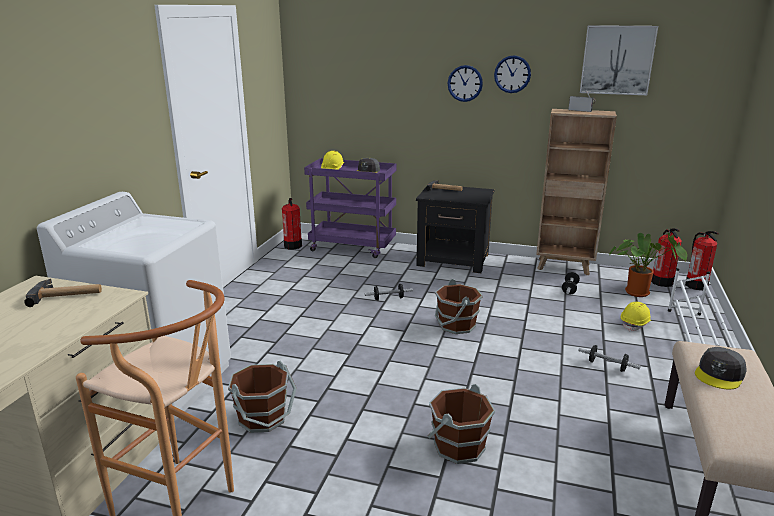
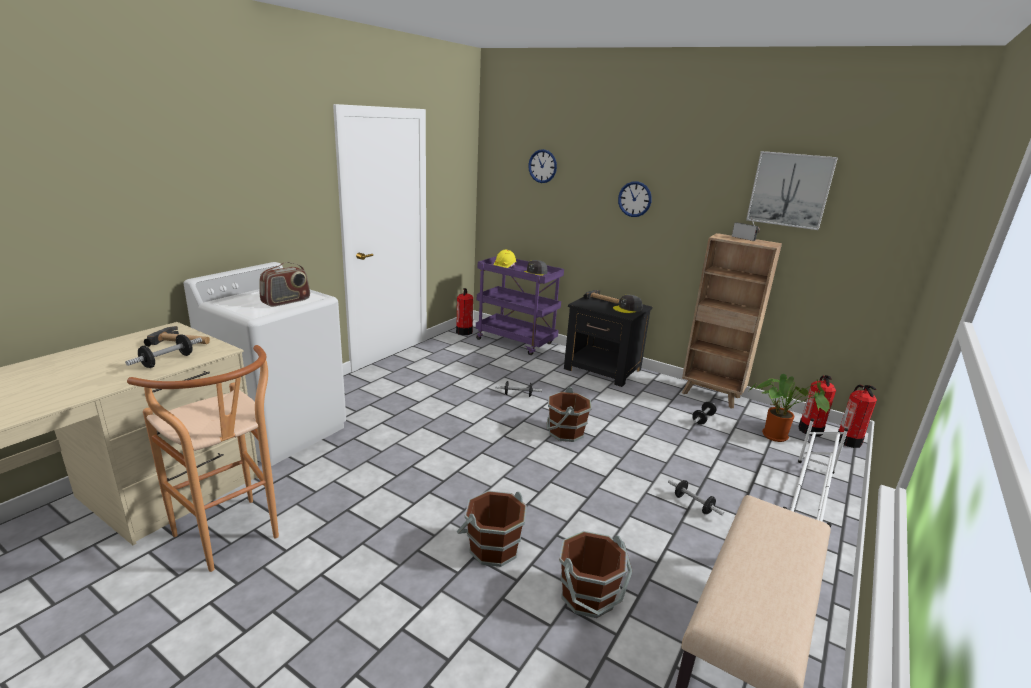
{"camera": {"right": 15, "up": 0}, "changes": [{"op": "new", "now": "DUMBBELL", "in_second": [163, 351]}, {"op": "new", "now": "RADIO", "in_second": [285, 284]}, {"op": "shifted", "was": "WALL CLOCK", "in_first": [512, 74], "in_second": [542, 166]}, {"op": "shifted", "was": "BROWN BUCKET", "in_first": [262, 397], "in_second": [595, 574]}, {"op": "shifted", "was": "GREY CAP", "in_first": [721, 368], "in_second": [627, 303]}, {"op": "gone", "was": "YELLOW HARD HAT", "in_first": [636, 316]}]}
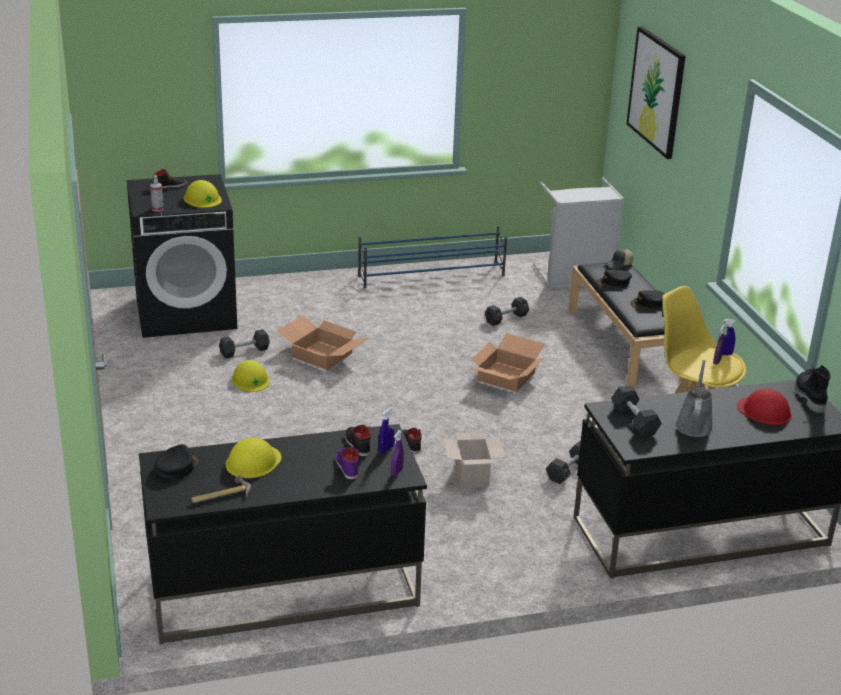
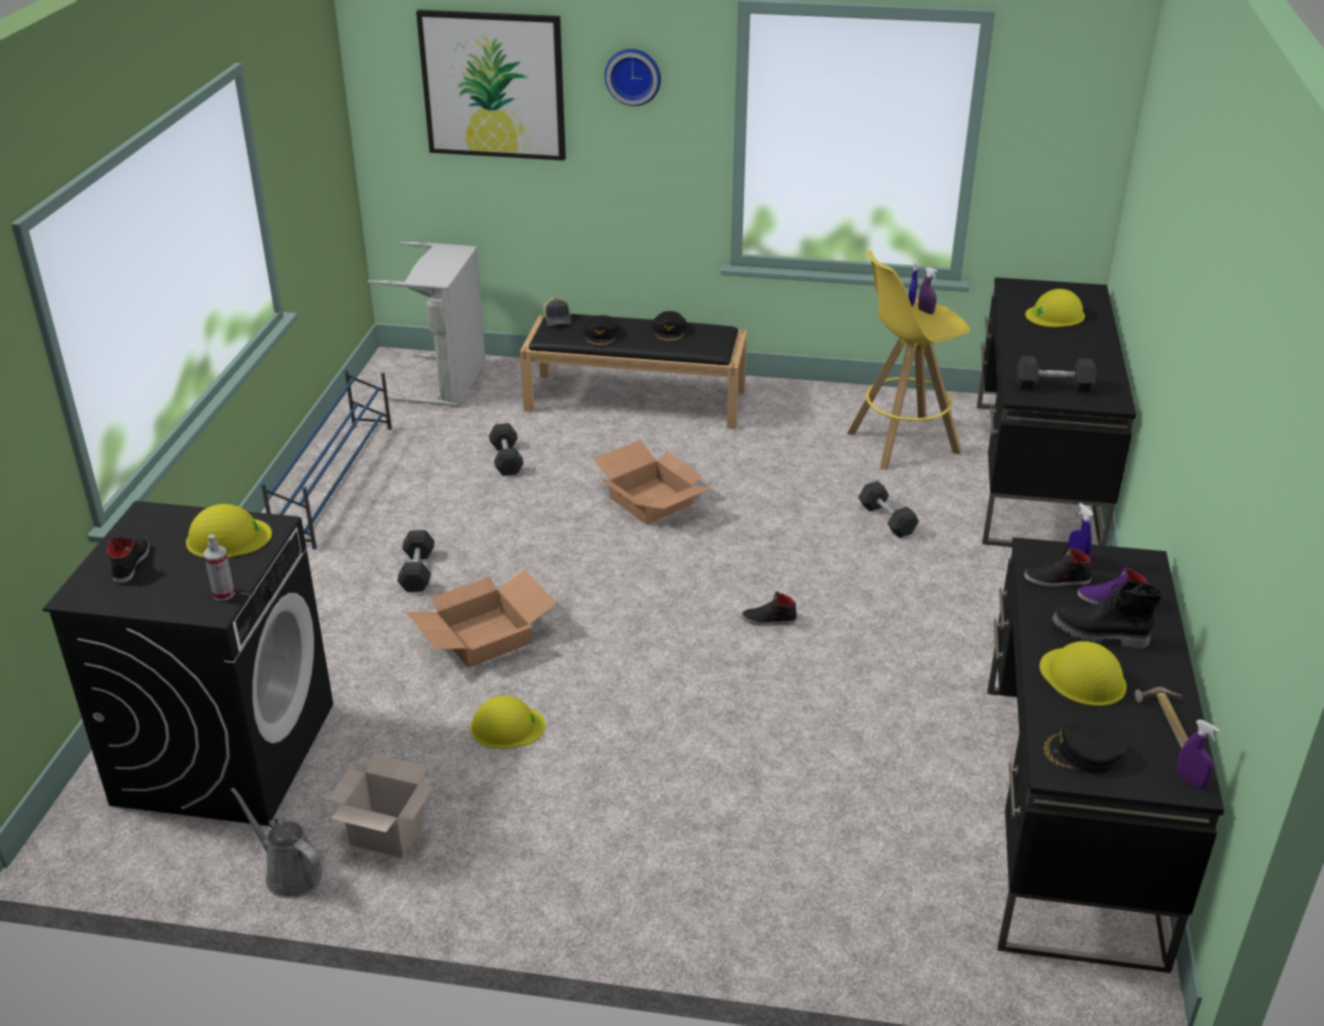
{"camera": {"right": -65, "up": 5}, "changes": [{"op": "shifted", "was": "GREY WATERING CAN", "in_first": [694, 398], "in_second": [276, 842]}, {"op": "shifted", "was": "CARDBOARD BOX", "in_first": [474, 460], "in_second": [380, 806]}, {"op": "shifted", "was": "BLACK DUMBBELL", "in_first": [244, 343], "in_second": [416, 561]}, {"op": "new", "now": "WALL CLOCK", "in_second": [633, 77]}, {"op": "repainted", "was": "RED HARD HAT", "now": "YELLOW HARD HAT", "in_first": [764, 407], "in_second": [1055, 308]}, {"op": "rotated", "was": "BLACK CAP", "in_first": [176, 461], "in_second": [1084, 747], "clockwise": -45}, {"op": "shifted", "was": "BLACK BOOT", "in_first": [813, 389], "in_second": [1107, 615]}, {"op": "shifted", "was": "PURPLE SPRAY BOTTLE", "in_first": [397, 453], "in_second": [1198, 754]}]}
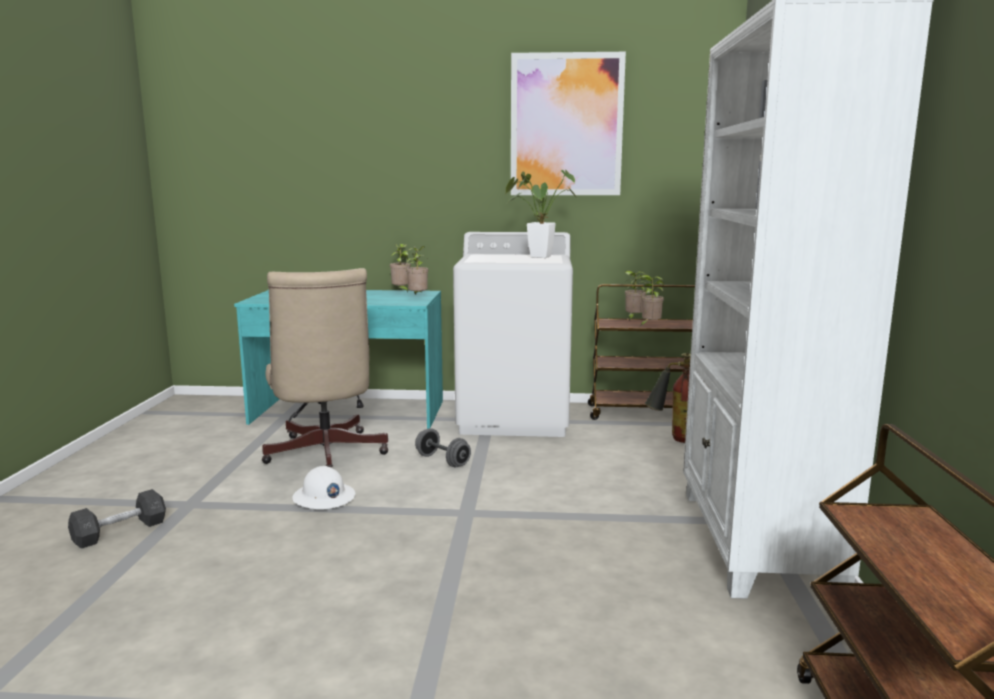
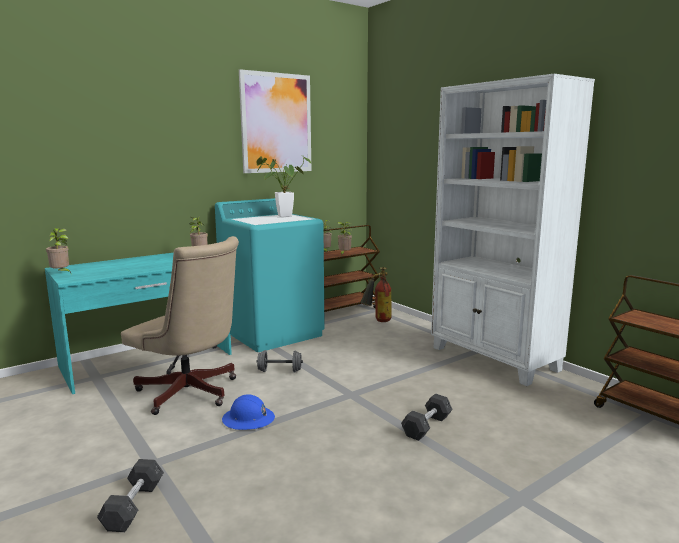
{"camera": {"right": -40, "up": 0}, "changes": [{"op": "shifted", "was": "POTTED PLANT", "in_first": [400, 268], "in_second": [58, 250]}, {"op": "repainted", "was": "WHITE WASHING MACHINE", "now": "TURQUOISE WASHING MACHINE", "in_first": [513, 334], "in_second": [270, 275]}, {"op": "repainted", "was": "WHITE HARD HAT", "now": "BLUE HARD HAT", "in_first": [323, 487], "in_second": [248, 412]}, {"op": "new", "now": "GREY DUMBBELL", "in_second": [427, 417]}]}
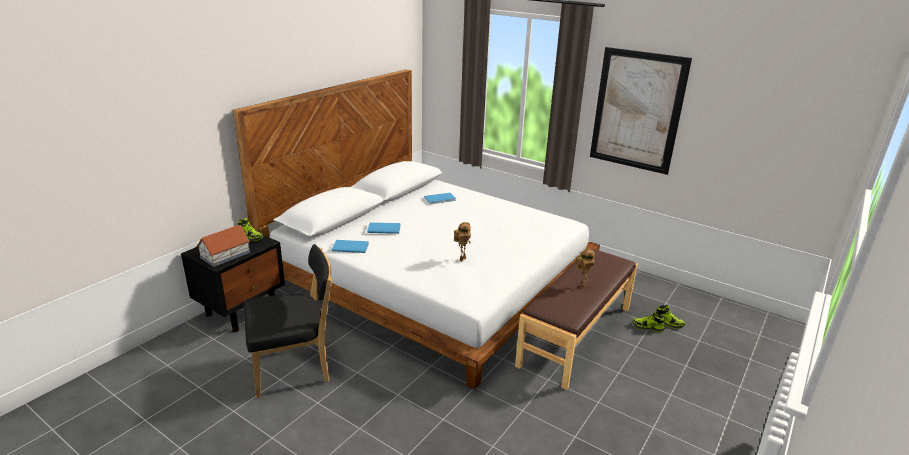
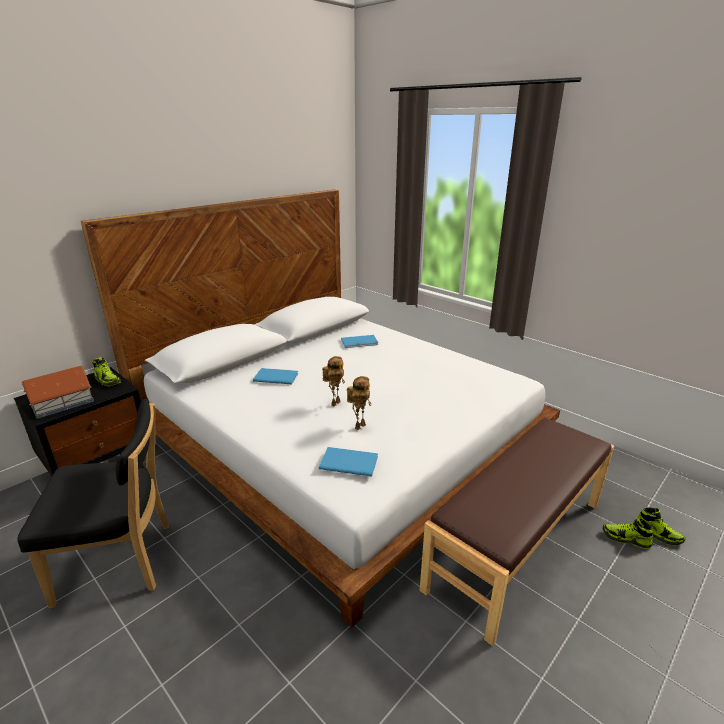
{"camera": {"right": 10, "up": 0}, "changes": [{"op": "shifted", "was": "BLUE BOOK", "in_first": [350, 246], "in_second": [348, 462]}, {"op": "shifted", "was": "TOY ROBOT", "in_first": [585, 269], "in_second": [333, 381]}, {"op": "gone", "was": "PICTURE", "in_first": [641, 111]}]}
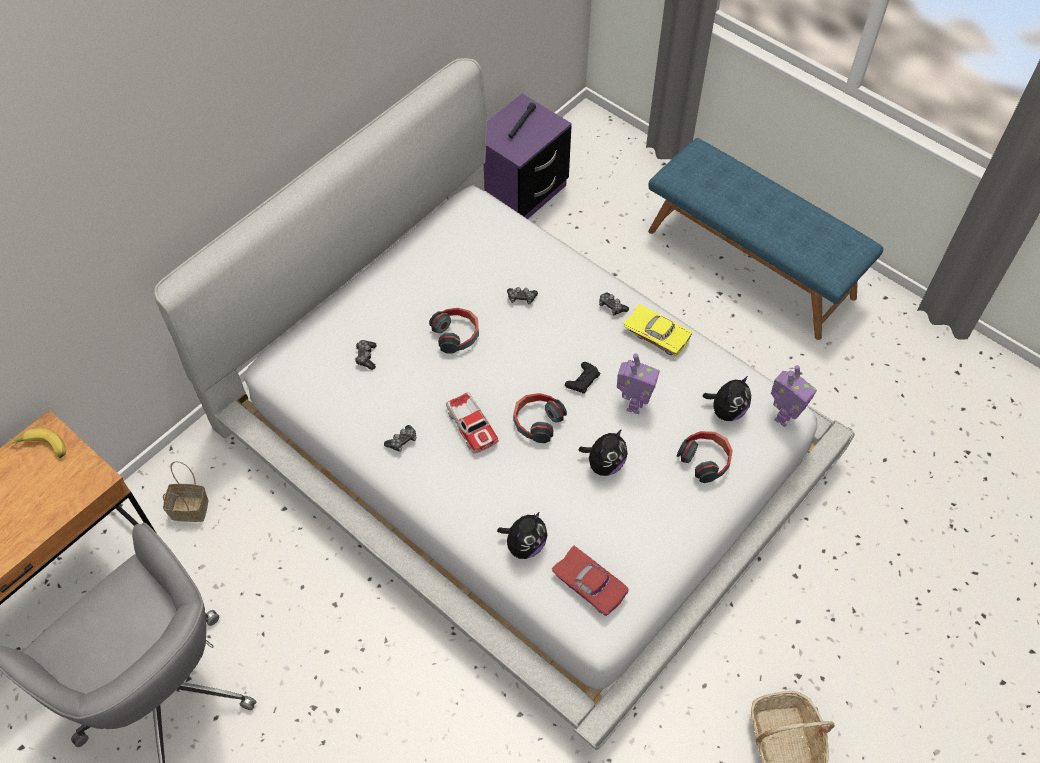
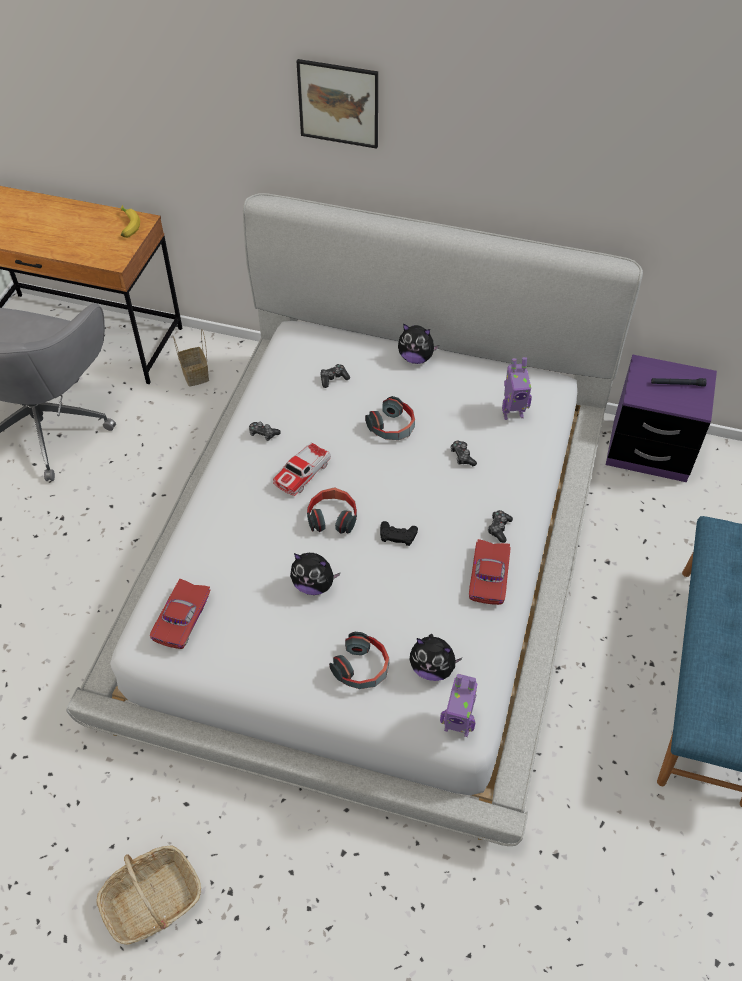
{"camera": {"right": 65, "up": -5}, "changes": [{"op": "new", "now": "PICTURE", "in_second": [337, 104]}, {"op": "shifted", "was": "PLUSH TOY", "in_first": [522, 535], "in_second": [418, 344]}, {"op": "repainted", "was": "YELLOW TOY CAR", "now": "RED TOY CAR", "in_first": [657, 330], "in_second": [490, 572]}, {"op": "shifted", "was": "TOY ROBOT", "in_first": [638, 383], "in_second": [517, 388]}]}
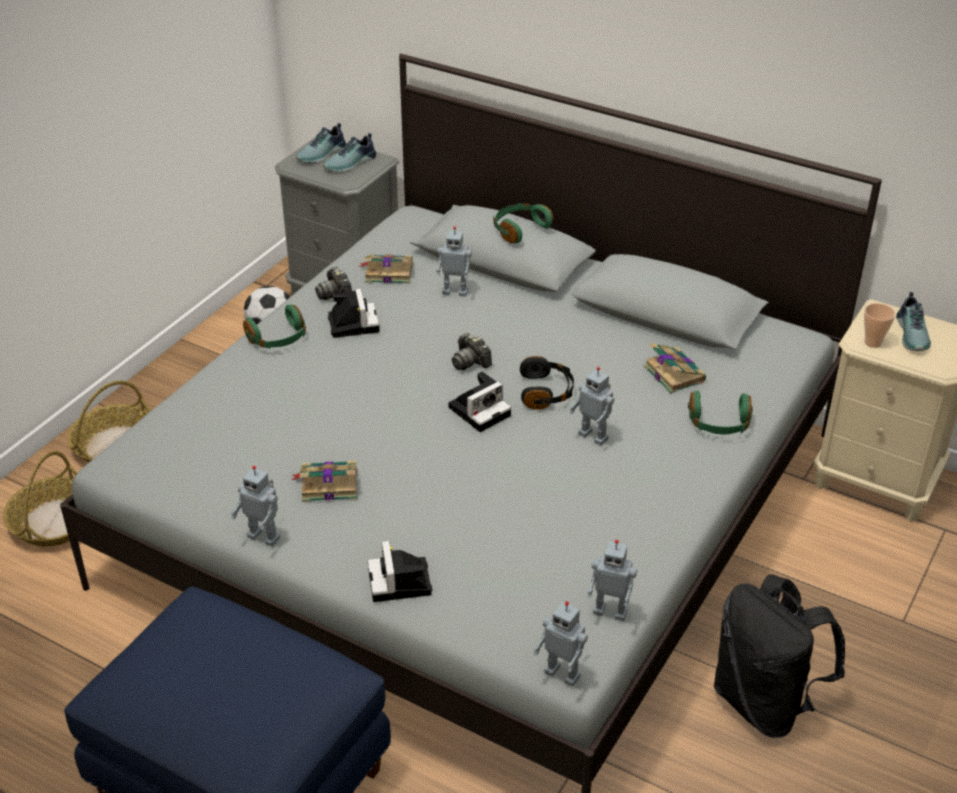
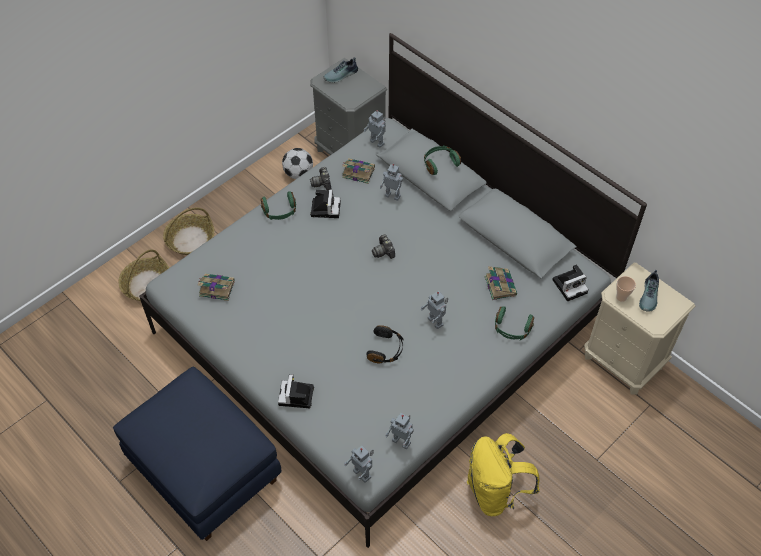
{"camera": {"right": 15, "up": 15}, "changes": [{"op": "shifted", "was": "BOOK", "in_first": [324, 481], "in_second": [216, 287]}, {"op": "shifted", "was": "TOY ROBOT", "in_first": [255, 506], "in_second": [375, 129]}, {"op": "shifted", "was": "BLACK HEADPHONES", "in_first": [547, 383], "in_second": [385, 344]}, {"op": "repainted", "was": "BLACK BACKPACK", "now": "YELLOW BACKPACK", "in_first": [779, 656], "in_second": [503, 474]}, {"op": "shifted", "was": "PHOTO CAMERA", "in_first": [479, 402], "in_second": [570, 282]}, {"op": "gone", "was": "SHOE", "in_first": [349, 152]}]}
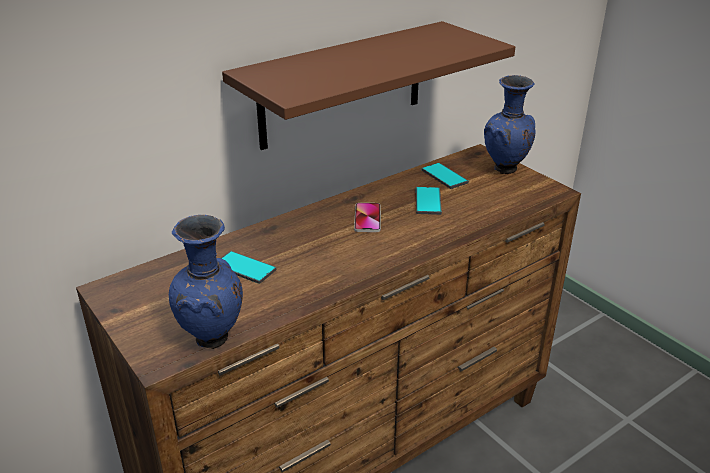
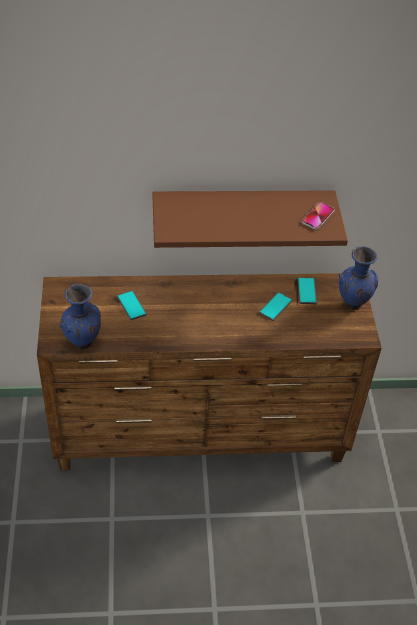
{"camera": {"right": 30, "up": 15}, "changes": [{"op": "shifted", "was": "PHONE", "in_first": [367, 217], "in_second": [318, 216]}]}
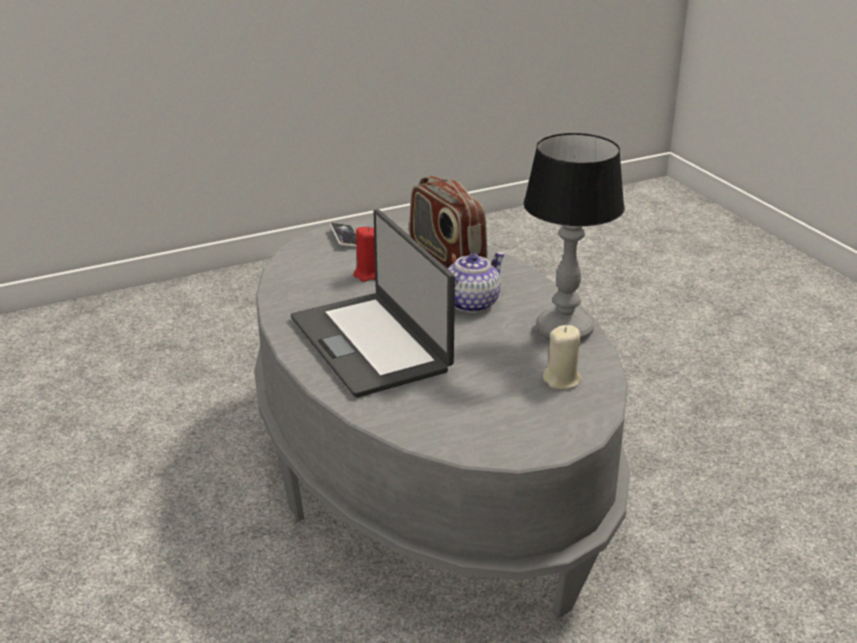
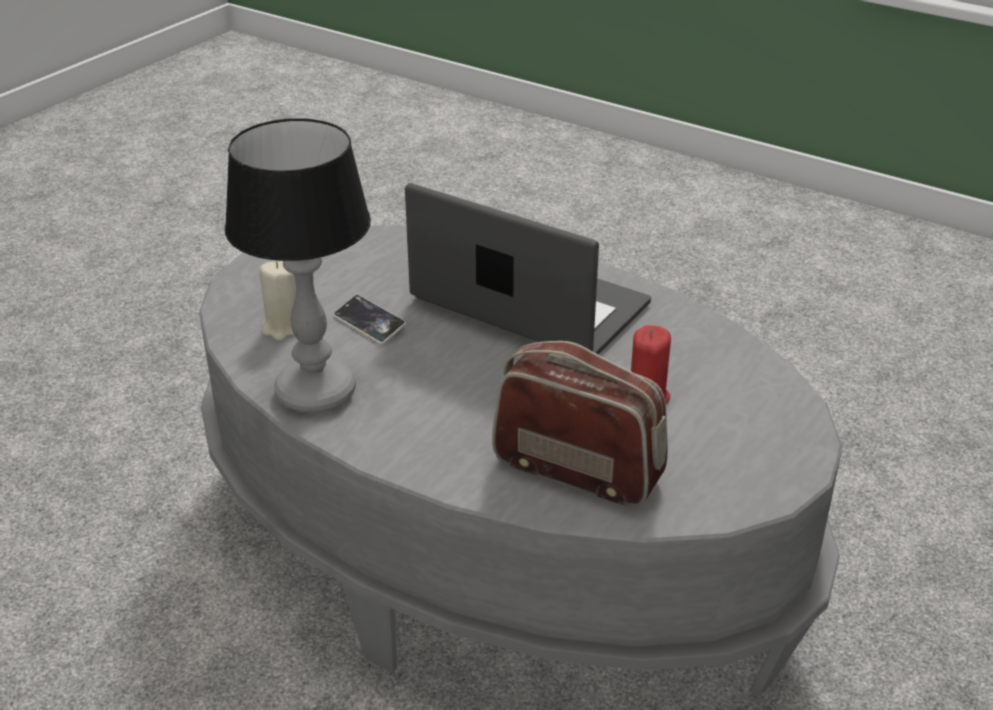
{"camera": {"right": 150, "up": 5}, "changes": [{"op": "shifted", "was": "PHONE", "in_first": [343, 235], "in_second": [370, 319]}, {"op": "gone", "was": "TEAPOT", "in_first": [476, 282]}]}
